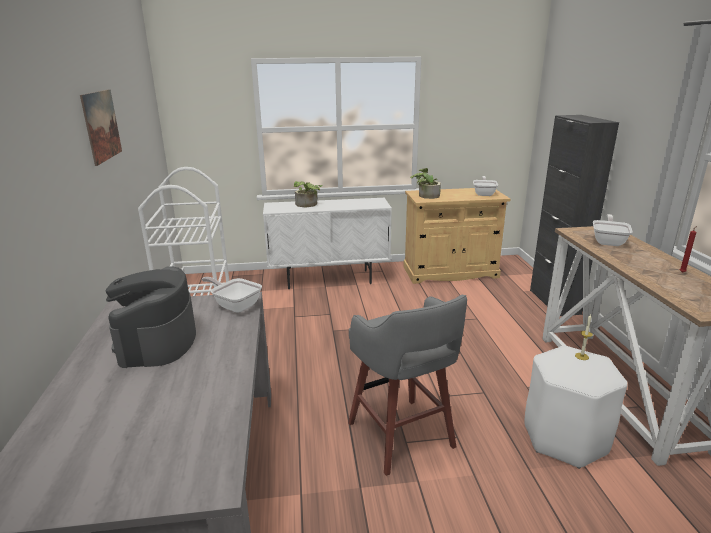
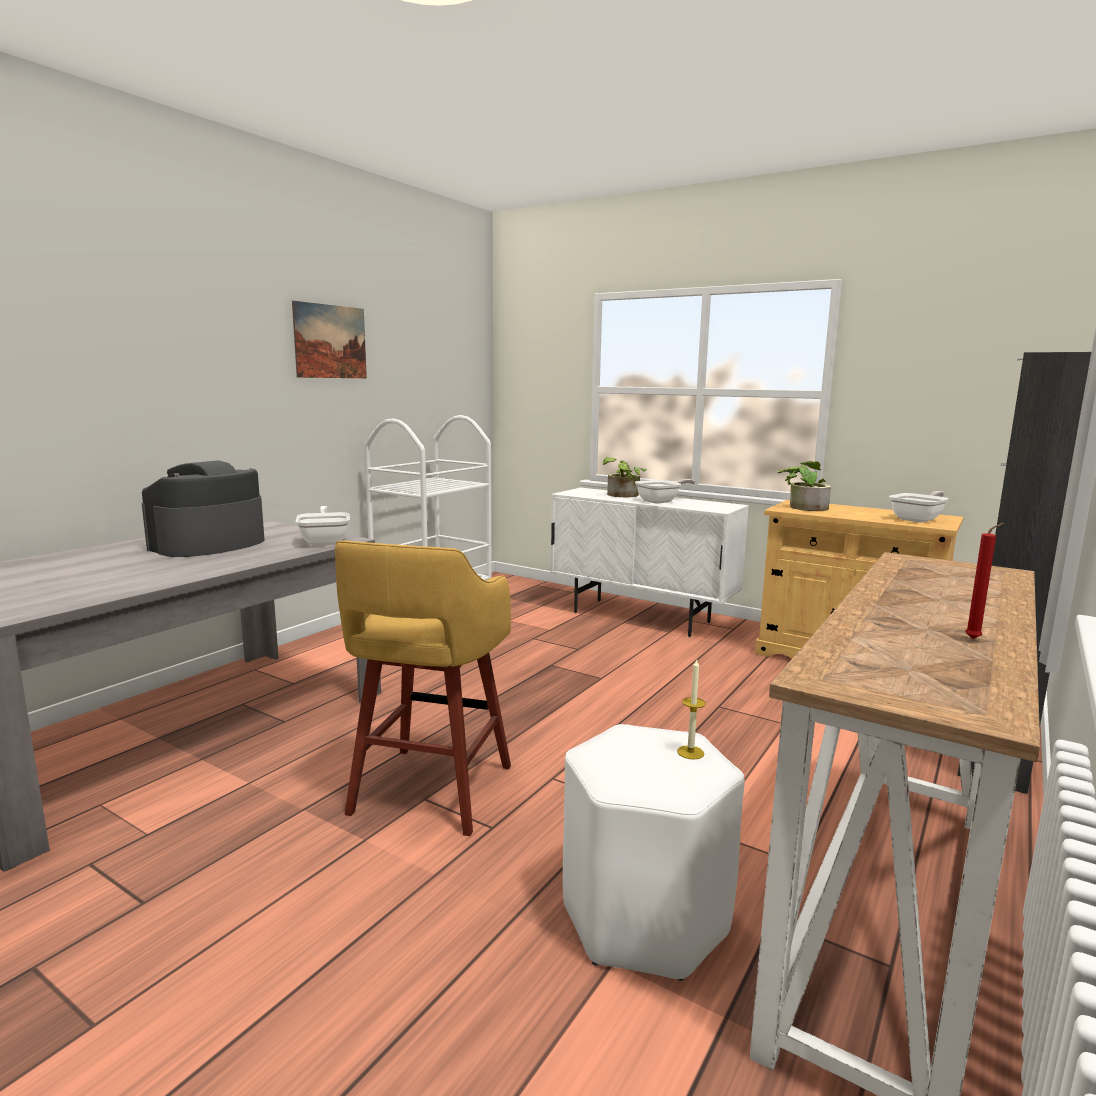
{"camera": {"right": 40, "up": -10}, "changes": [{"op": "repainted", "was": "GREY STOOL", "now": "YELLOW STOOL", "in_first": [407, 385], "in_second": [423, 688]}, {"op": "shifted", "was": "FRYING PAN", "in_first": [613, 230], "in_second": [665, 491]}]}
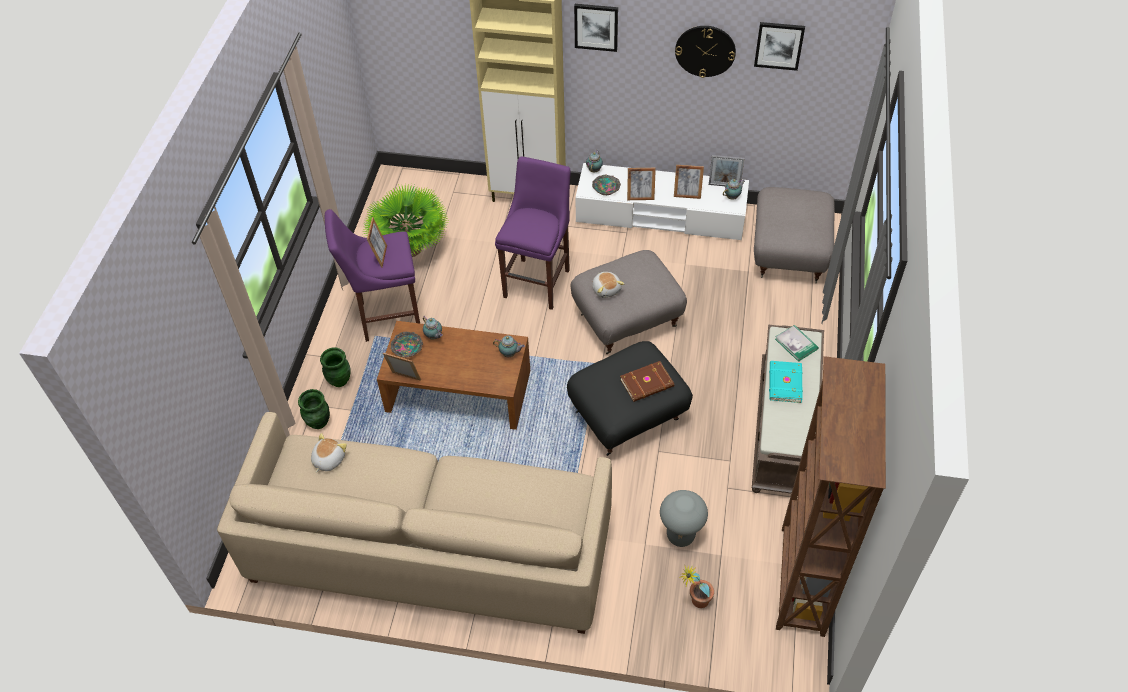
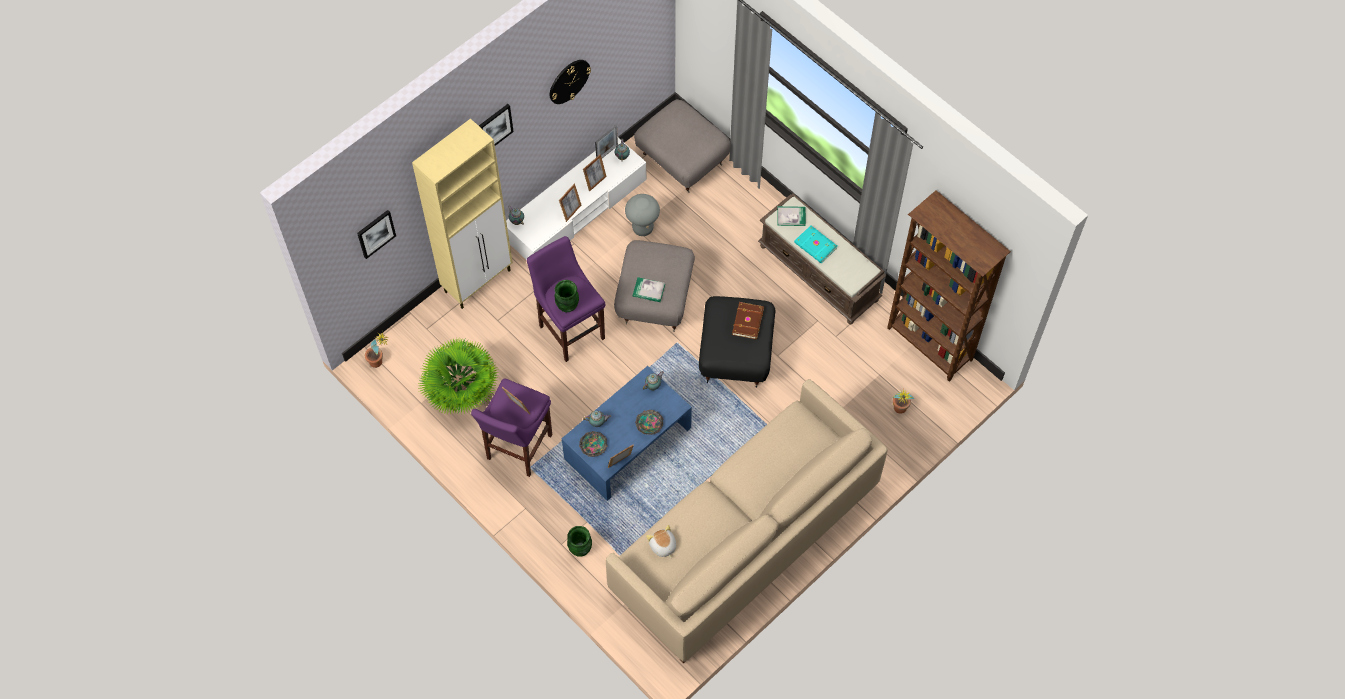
{"camera": {"right": -55, "up": 10}, "changes": [{"op": "shifted", "was": "PICTURE", "in_first": [779, 46], "in_second": [376, 234]}, {"op": "new", "now": "POTTED PLANT", "in_second": [376, 349]}, {"op": "shifted", "was": "GREEN VASE", "in_first": [335, 367], "in_second": [566, 296]}, {"op": "repainted", "was": "BROWN COFFEE TABLE", "now": "BLUE COFFEE TABLE", "in_first": [453, 375], "in_second": [627, 433]}, {"op": "shifted", "was": "GREY STOOL", "in_first": [684, 518], "in_second": [642, 215]}, {"op": "swapped", "was": "PLUSH TOY", "now": "BOOK", "in_first": [608, 285], "in_second": [649, 289]}, {"op": "shifted", "was": "BOWL", "in_first": [606, 185], "in_second": [649, 422]}]}
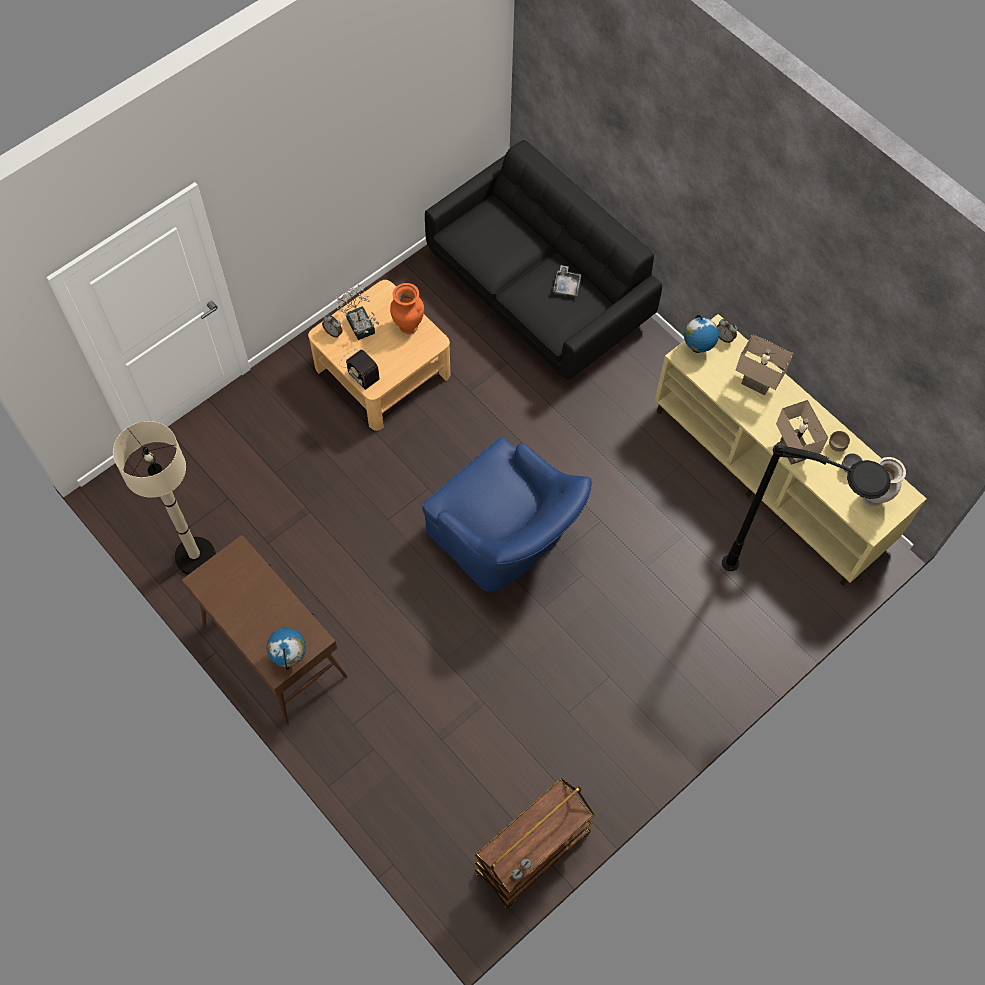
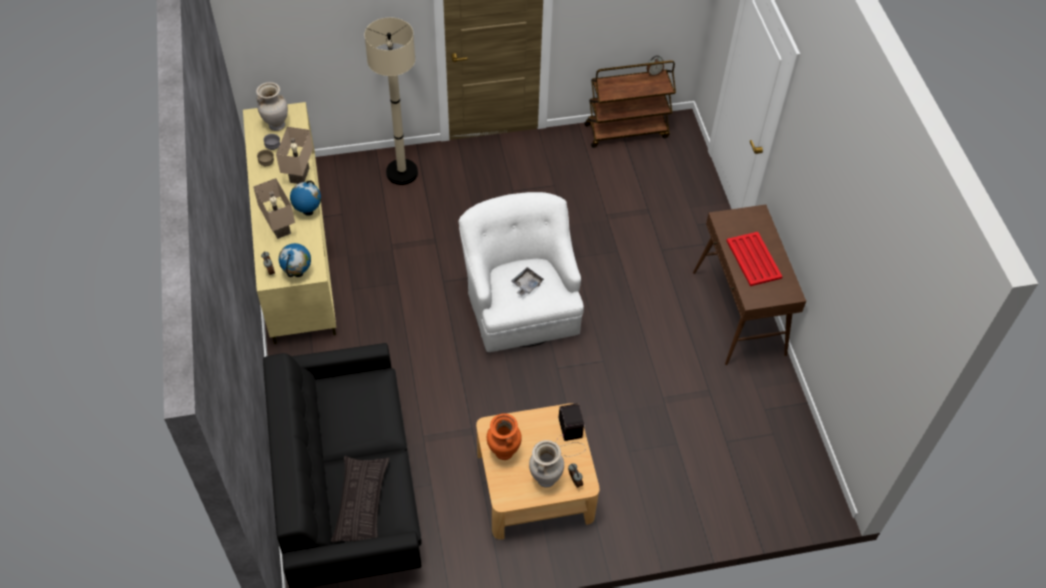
{"camera": {"right": -150, "up": -10}, "changes": [{"op": "shifted", "was": "GLOBE", "in_first": [286, 649], "in_second": [305, 198]}, {"op": "new", "now": "PILLOW", "in_second": [360, 499]}, {"op": "shifted", "was": "BEIGE FLOOR LAMP", "in_first": [164, 498], "in_second": [391, 101]}, {"op": "repainted", "was": "BLUE ARMCHAIR", "now": "WHITE ARMCHAIR", "in_first": [507, 514], "in_second": [521, 272]}, {"op": "shifted", "was": "GREY TRAY", "in_first": [567, 280], "in_second": [527, 282]}, {"op": "swapped", "was": "POTTED PLANT", "now": "BEIGE VASE", "in_first": [357, 312], "in_second": [546, 464]}, {"op": "new", "now": "RED TRAY", "in_second": [755, 259]}, {"op": "gone", "was": "BLACK FLOOR LAMP", "in_first": [806, 506]}]}
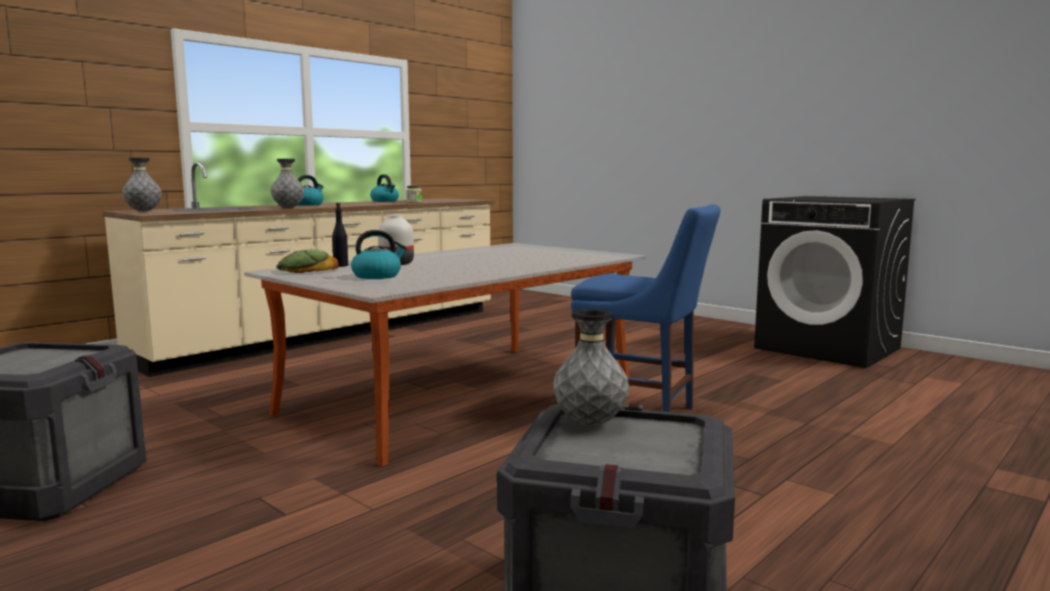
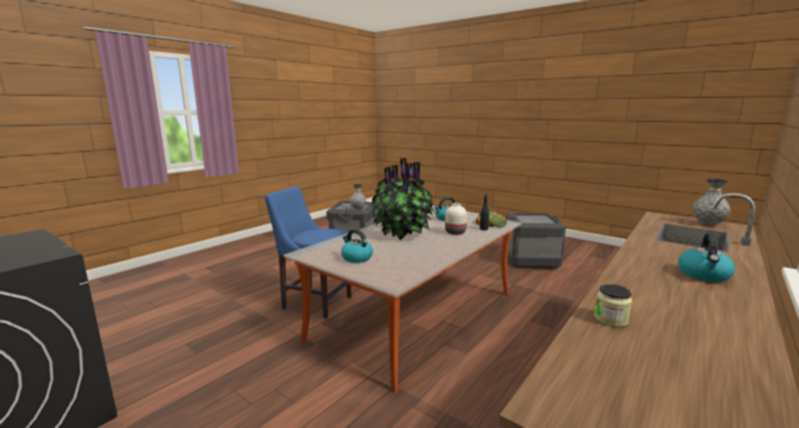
{"camera": {"right": 175, "up": 5}, "changes": [{"op": "shifted", "was": "KETTLE", "in_first": [384, 188], "in_second": [357, 246]}, {"op": "new", "now": "POTTED PLANT", "in_second": [403, 199]}, {"op": "gone", "was": "GREY VASE", "in_first": [287, 183]}]}
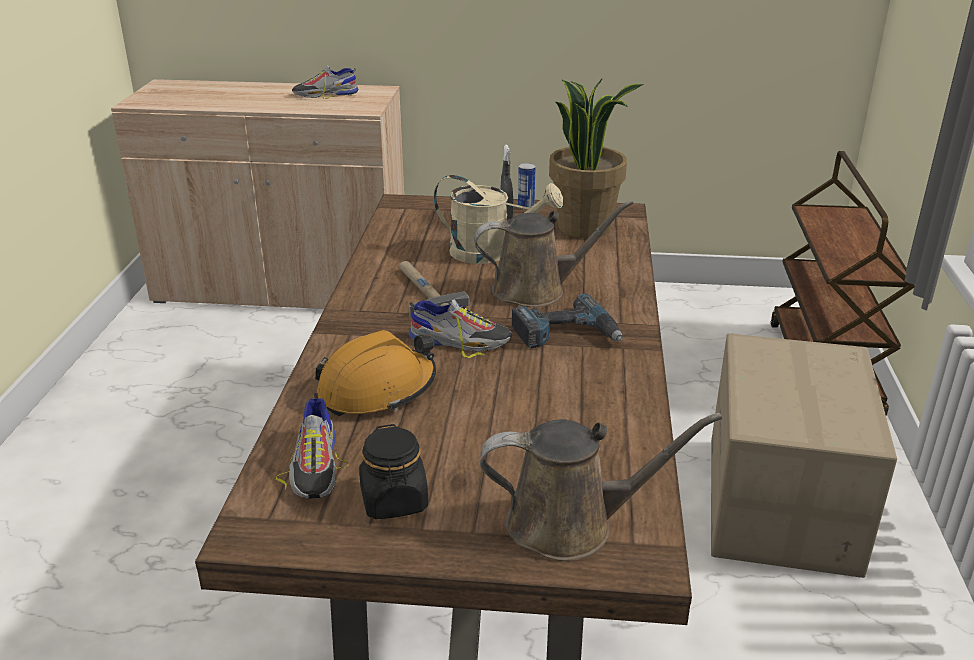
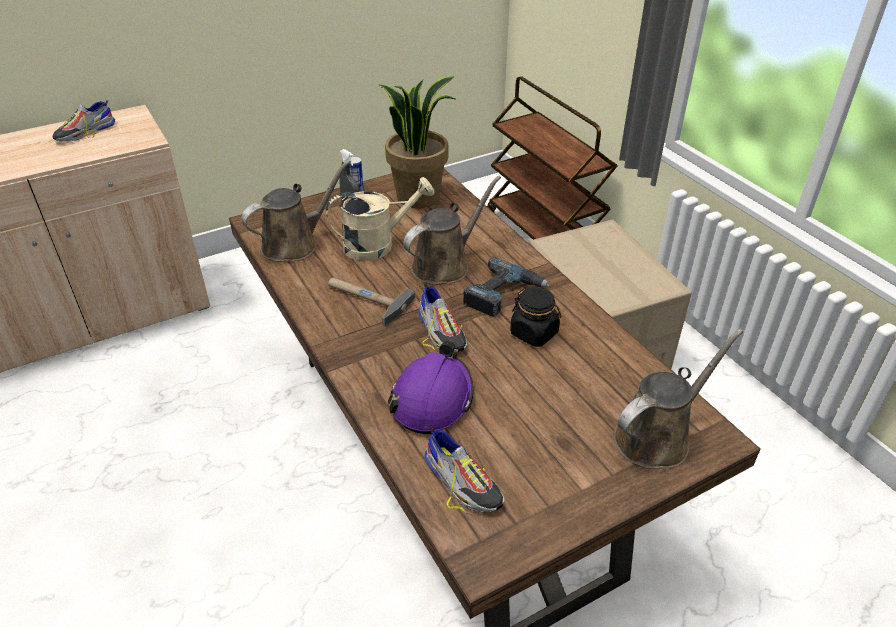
{"camera": {"right": -35, "up": 10}, "changes": [{"op": "new", "now": "BROWN WATERING CAN", "in_second": [296, 211]}, {"op": "repainted", "was": "ORANGE HARD HAT", "now": "PURPLE HARD HAT", "in_first": [375, 373], "in_second": [431, 387]}, {"op": "rotated", "was": "SHOE", "in_first": [460, 328], "in_second": [442, 317], "clockwise": 90}, {"op": "shifted", "was": "BLACK JAR", "in_first": [393, 471], "in_second": [535, 317]}]}
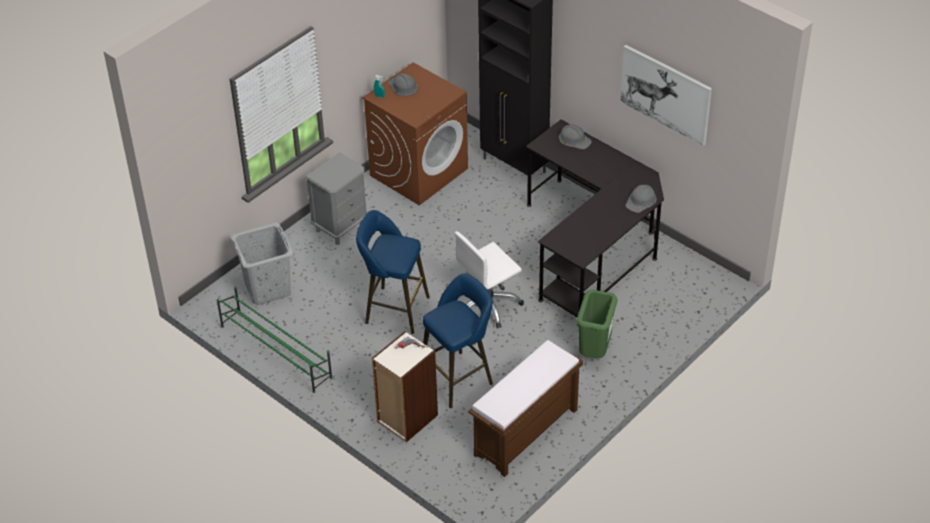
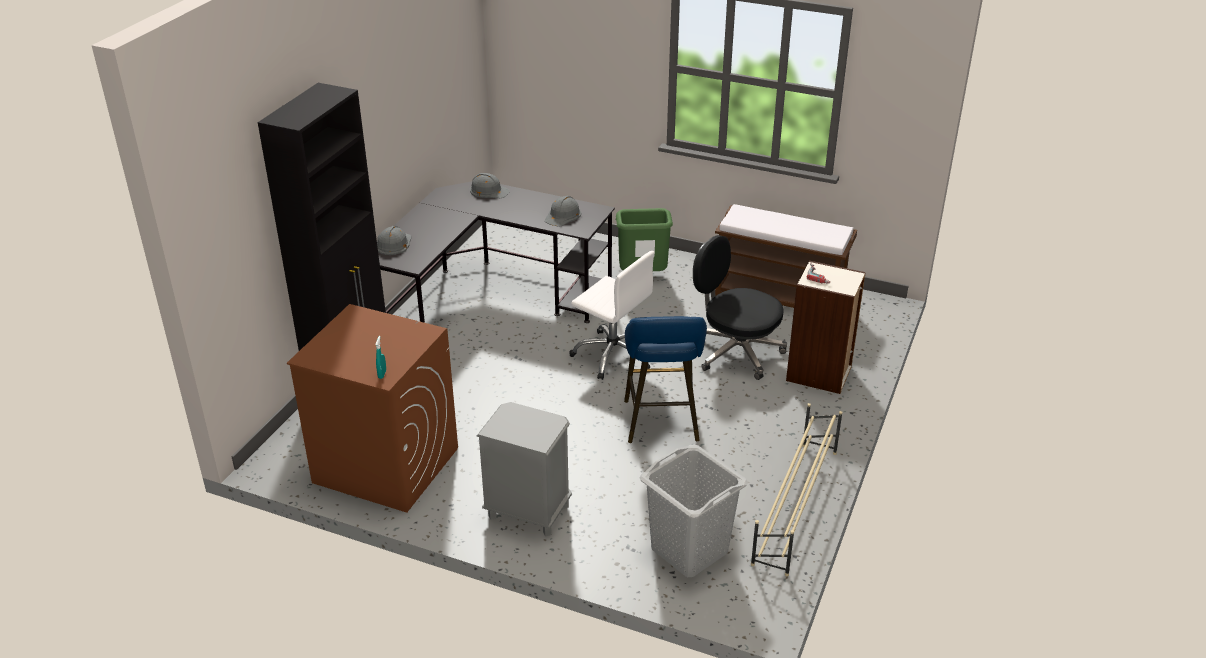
{"camera": {"right": -110, "up": -10}, "changes": [{"op": "shifted", "was": "GREY HARD HAT", "in_first": [403, 85], "in_second": [563, 211]}, {"op": "swapped", "was": "BLUE STOOL", "now": "BLACK OFFICE CHAIR", "in_first": [458, 340], "in_second": [740, 307]}, {"op": "repainted", "was": "GREEN SHOE RACK", "now": "BEIGE SHOE RACK", "in_first": [274, 339], "in_second": [797, 489]}, {"op": "gone", "was": "PICTURE", "in_first": [666, 95]}]}
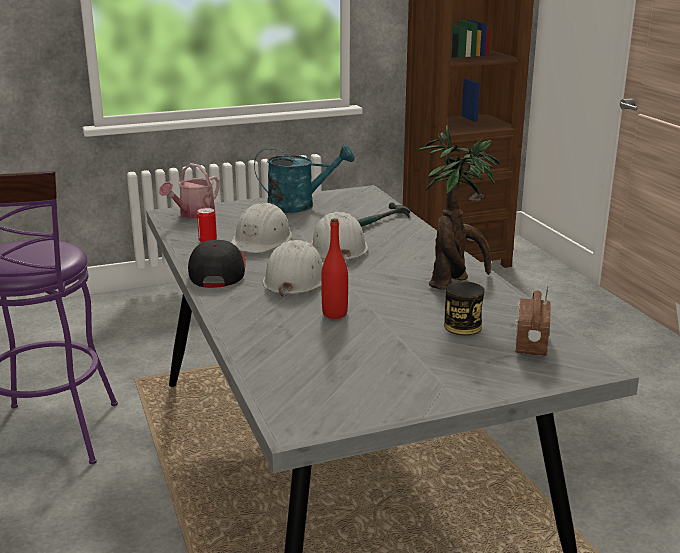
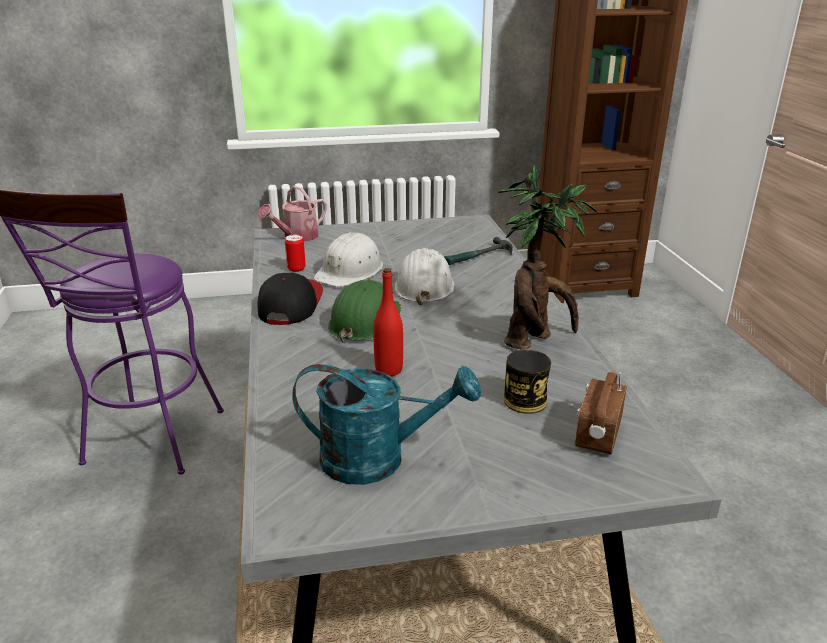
{"camera": {"right": 10, "up": 5}, "changes": [{"op": "shifted", "was": "TURQUOISE WATERING CAN", "in_first": [304, 178], "in_second": [386, 424]}, {"op": "repainted", "was": "WHITE HARD HAT", "now": "GREEN HARD HAT", "in_first": [293, 268], "in_second": [364, 311]}]}
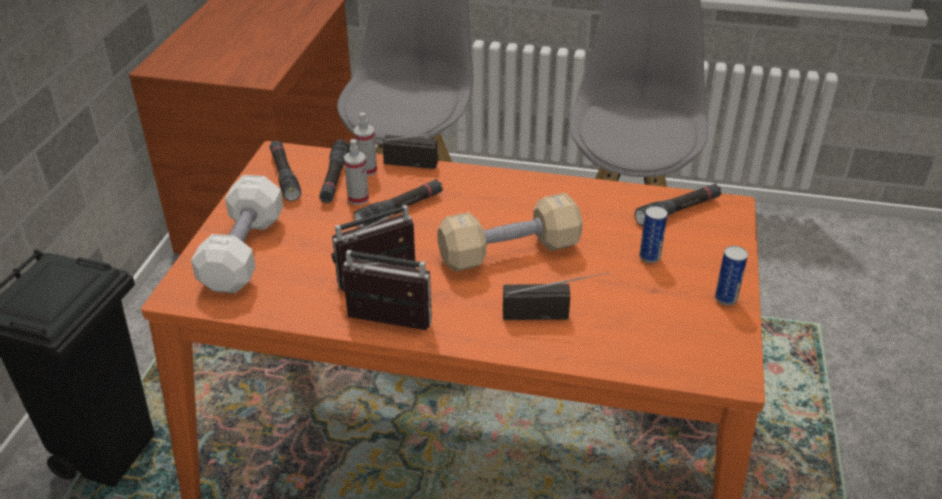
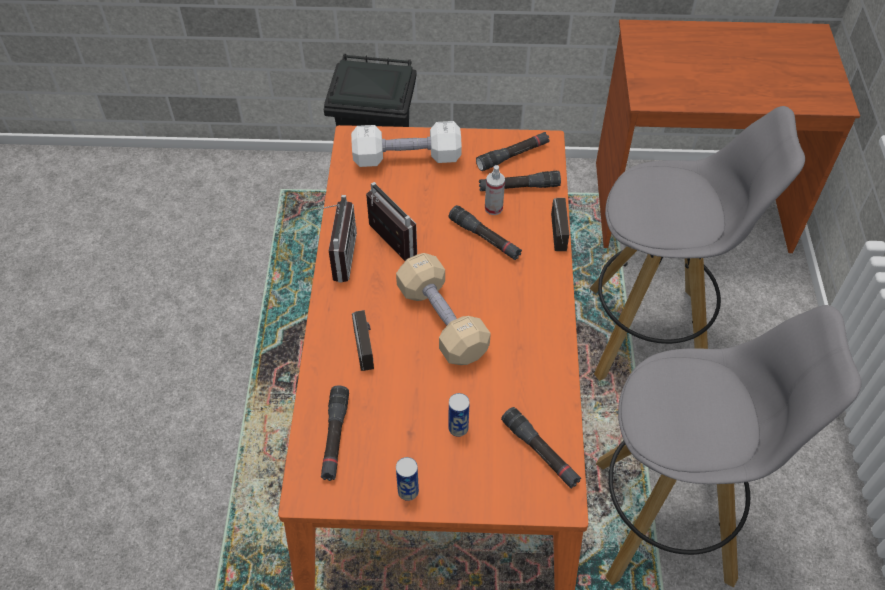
{"camera": {"right": 80, "up": 15}, "changes": [{"op": "new", "now": "BLACK FLASHLIGHT", "in_second": [335, 433]}, {"op": "gone", "was": "SPRAY BOTTLE", "in_first": [365, 144]}]}
